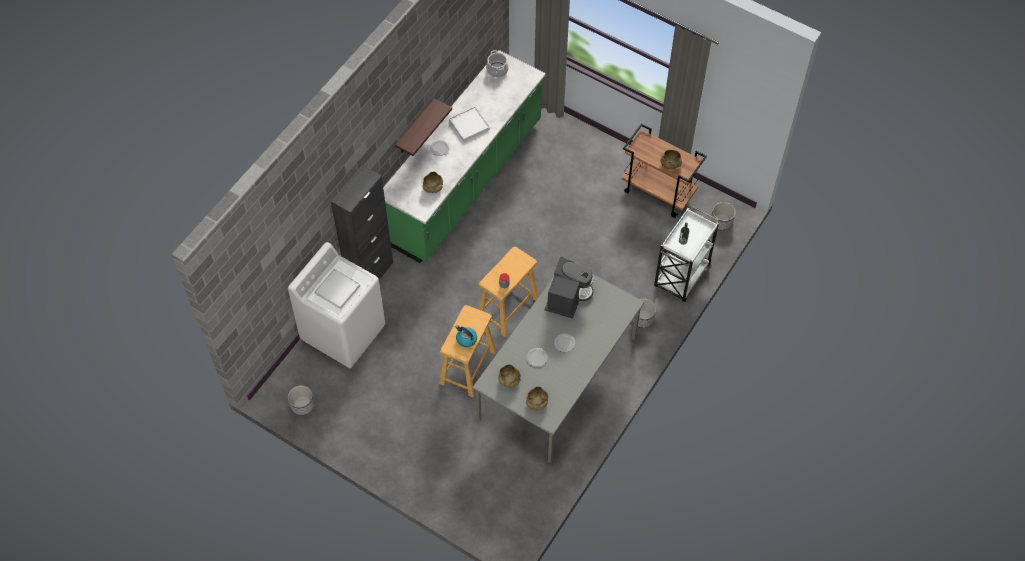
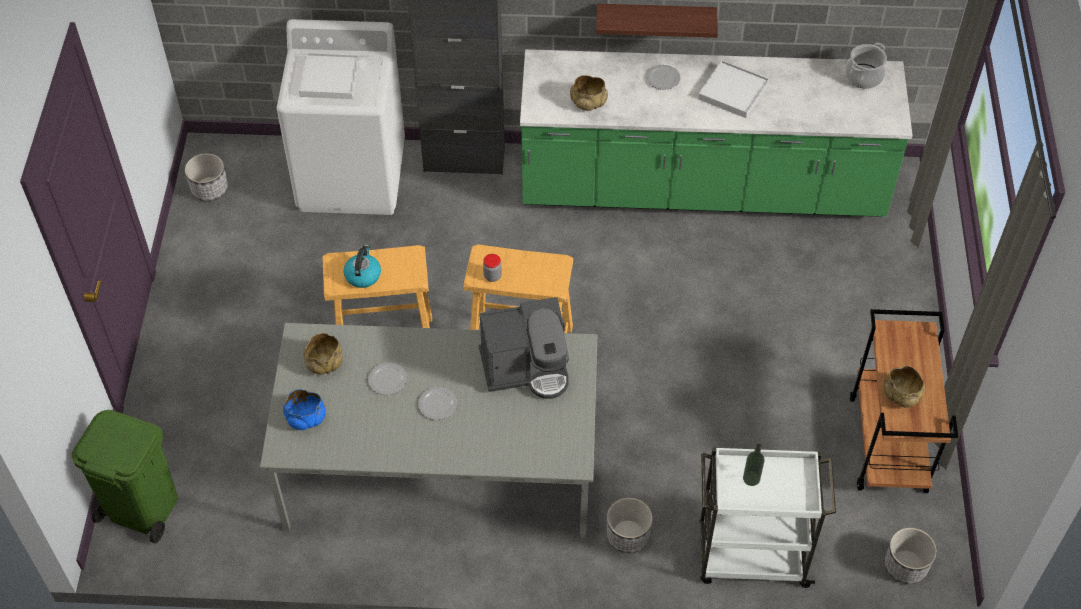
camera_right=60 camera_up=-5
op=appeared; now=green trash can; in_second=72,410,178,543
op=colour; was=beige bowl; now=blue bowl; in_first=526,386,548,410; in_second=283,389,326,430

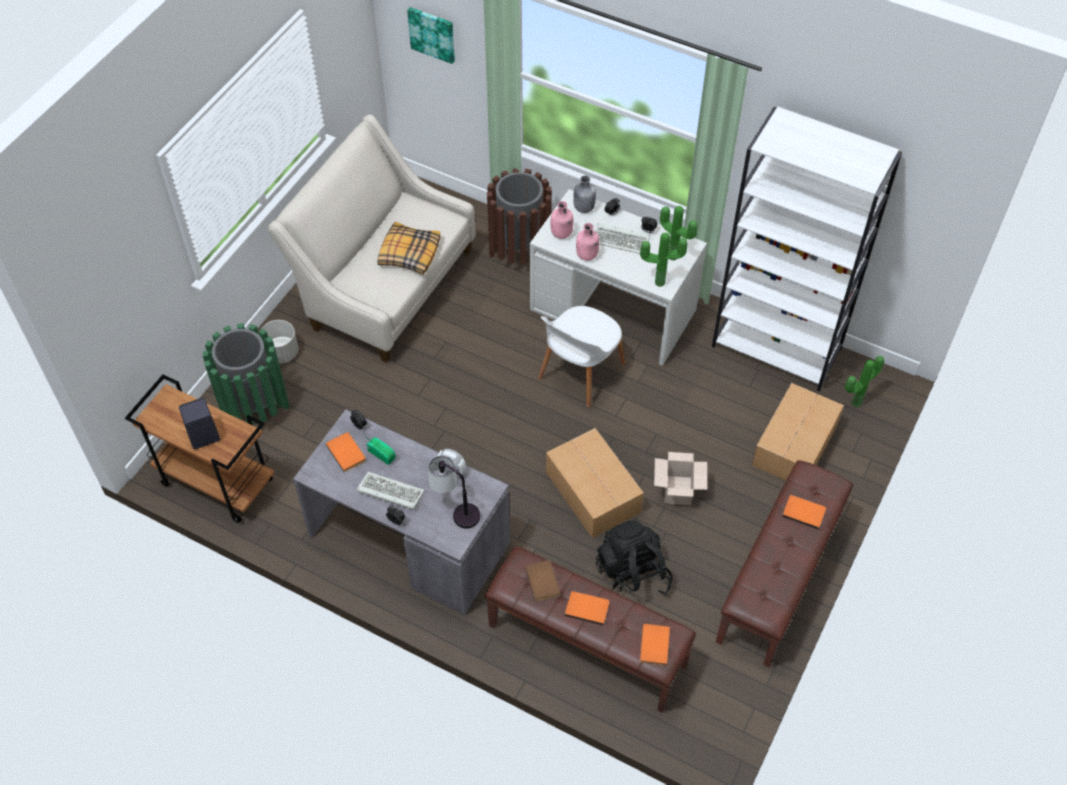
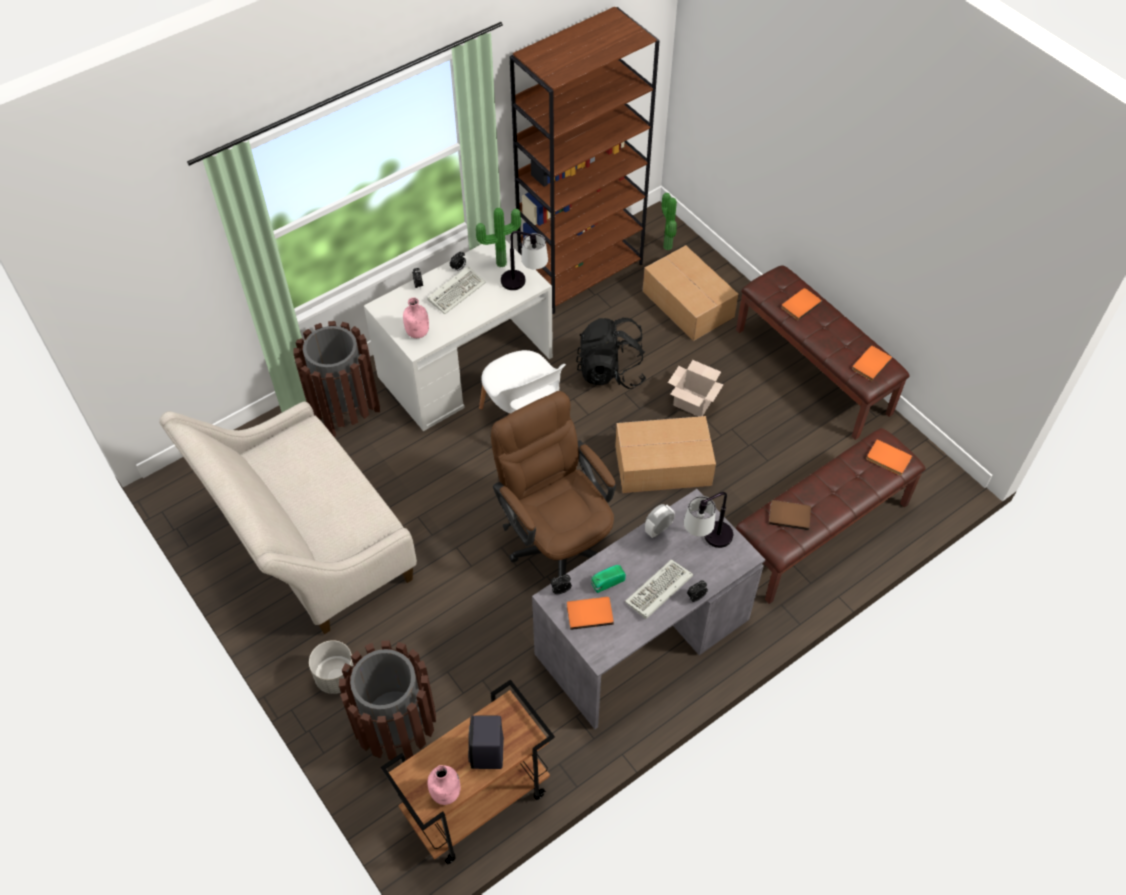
camera_right=-65 camera_up=0
op=missing; was=pillow; in_first=377,222,440,275
op=missing; was=picture; in_first=407,7,455,64
op=missing; was=grey bottle; in_first=573,175,596,213
op=appeared; now=brown office chair; in_second=491,391,616,577
op=relocated; was=orange book; in_first=565,591,609,625; in_second=852,346,892,381
op=relocated; was=pink bottle; in_first=576,223,599,261; in_second=427,765,460,805
op=relocated; was=black backpack; in_first=596,520,673,595; in_second=576,317,646,389
op=exchanged; was=potted plant; now=table lamp; in_first=640,232,688,287; in_second=501,231,548,290
op=colour; was=green trash can; now=brown trash can; in_first=203,323,289,425; in_second=339,641,436,760
op=colour; was=white bookcase; now=brown bookcase; in_first=712,107,902,391; in_second=510,7,660,314

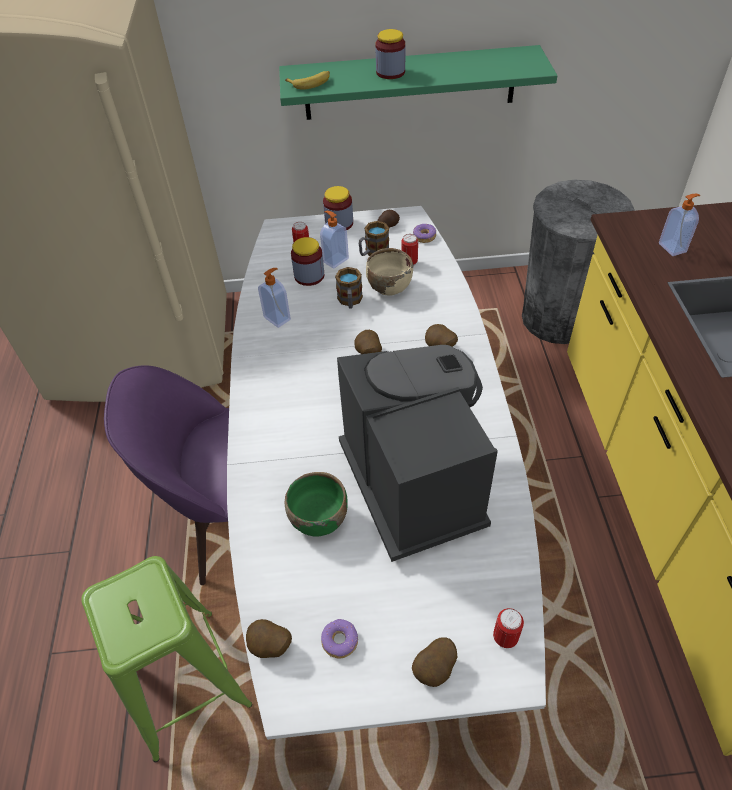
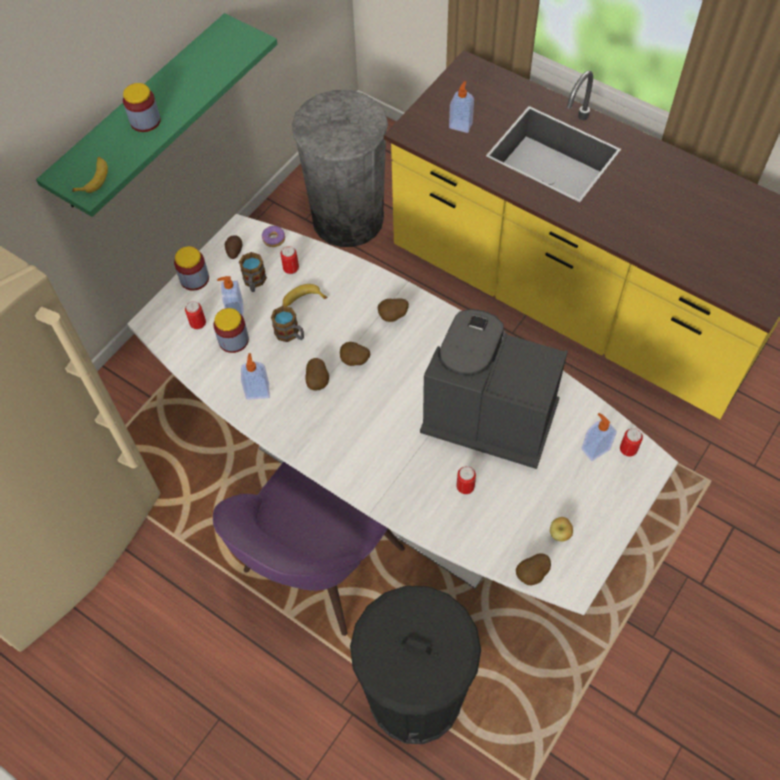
camera_right=-50 camera_up=10
op=appeared; now=soap dispenser; in_second=581,413,617,461
op=relocated; was=potato; in_first=412,637,457,687; in_second=305,358,329,391
op=exchanged; was=green stool; now=black trash can; in_first=81,556,252,762; in_second=350,586,481,744
op=exchanged; was=green bowl; now=can; in_first=285,472,347,537; in_second=457,466,476,494
op=exchanged; was=donut; now=apple; in_first=321,619,358,658; in_second=550,517,573,542
op=exchanged; was=beige bowl; now=banana; in_first=366,248,413,296; in_second=282,284,328,307

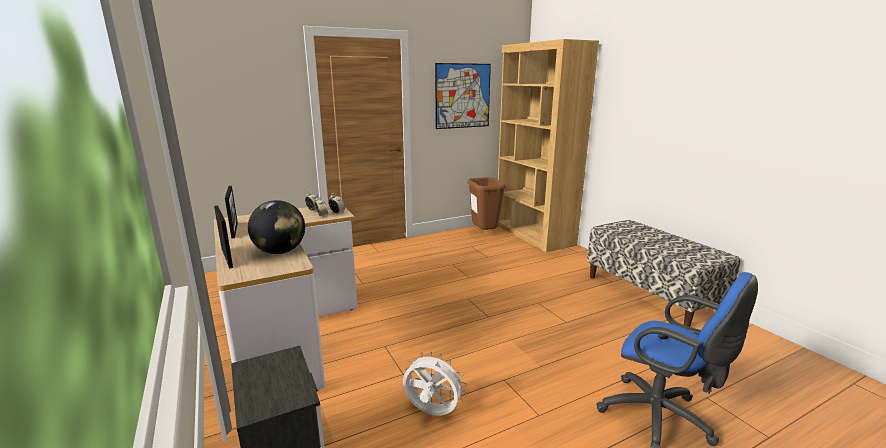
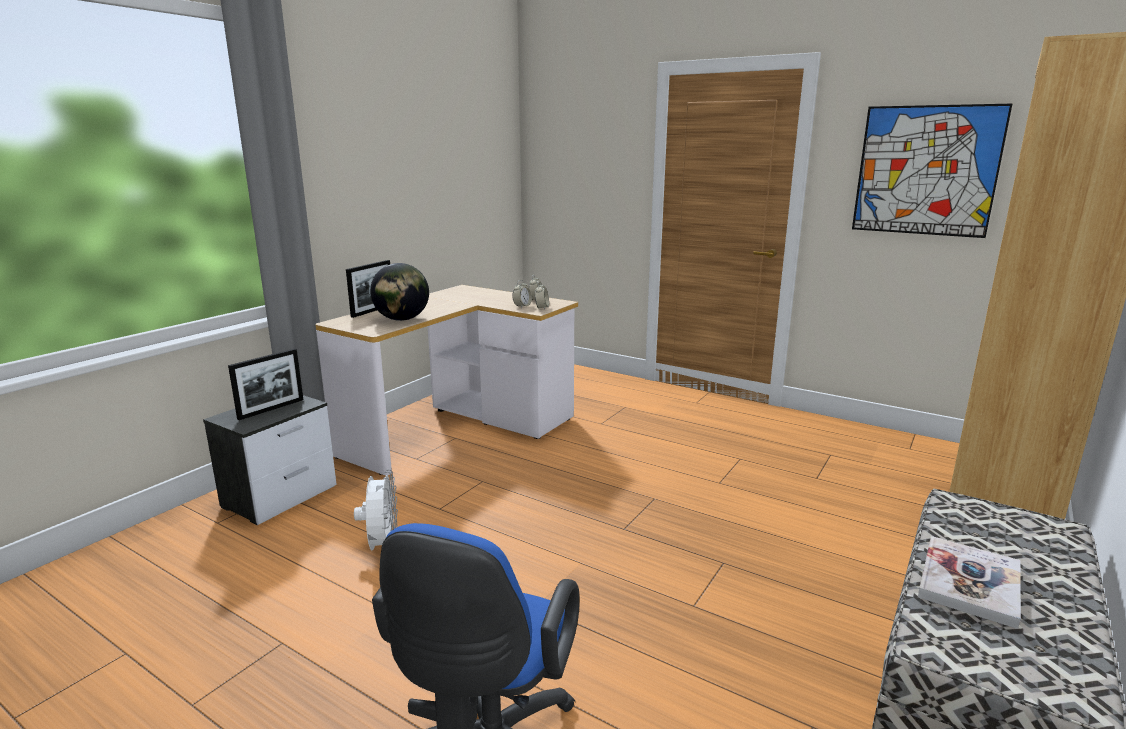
camera_right=60 camera_up=0
op=missing; was=brown trash can; in_first=467,177,506,230
op=appeared; now=book; in_second=918,536,1021,629
op=relocated; was=picture frame; in_first=225,186,238,239; in_second=228,349,303,420

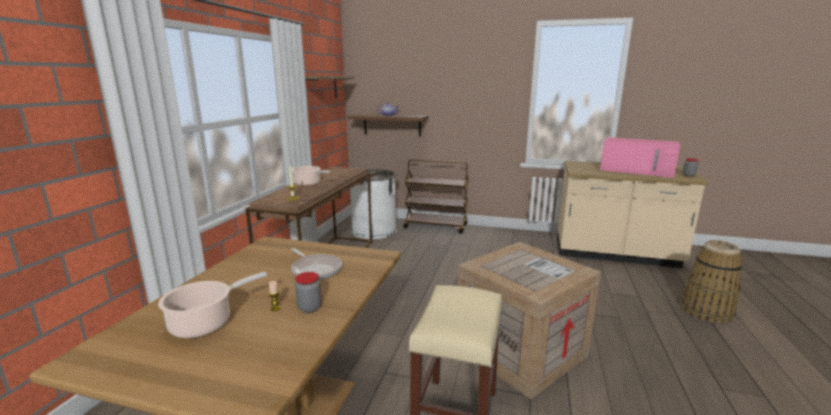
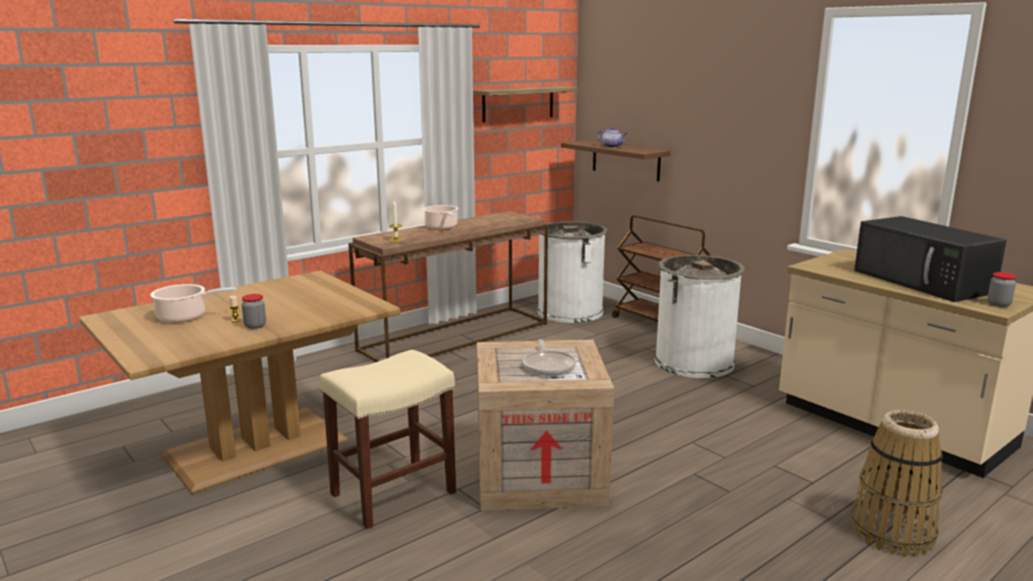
camera_right=35 camera_up=0
op=appeared; now=white trash can; in_second=655,255,745,378
op=relocated; was=frying pan; in_first=291,248,342,280; in_second=523,339,576,376
op=colour; was=pink microwave; now=black microwave; in_first=600,137,680,178; in_second=854,216,1007,302

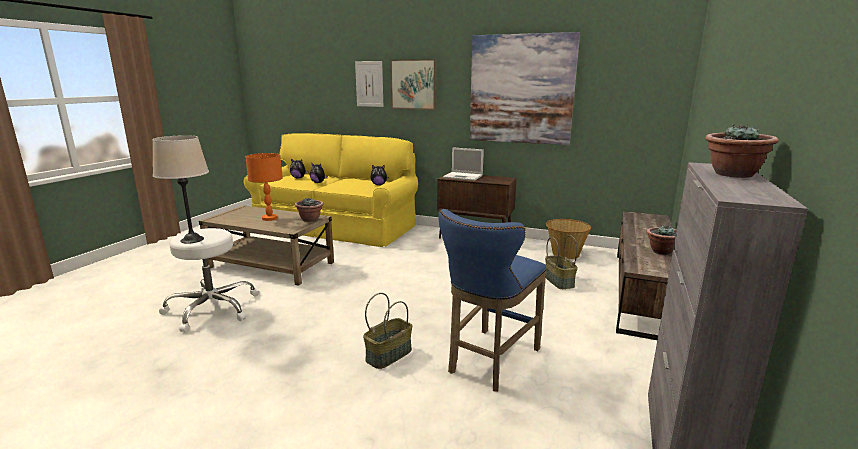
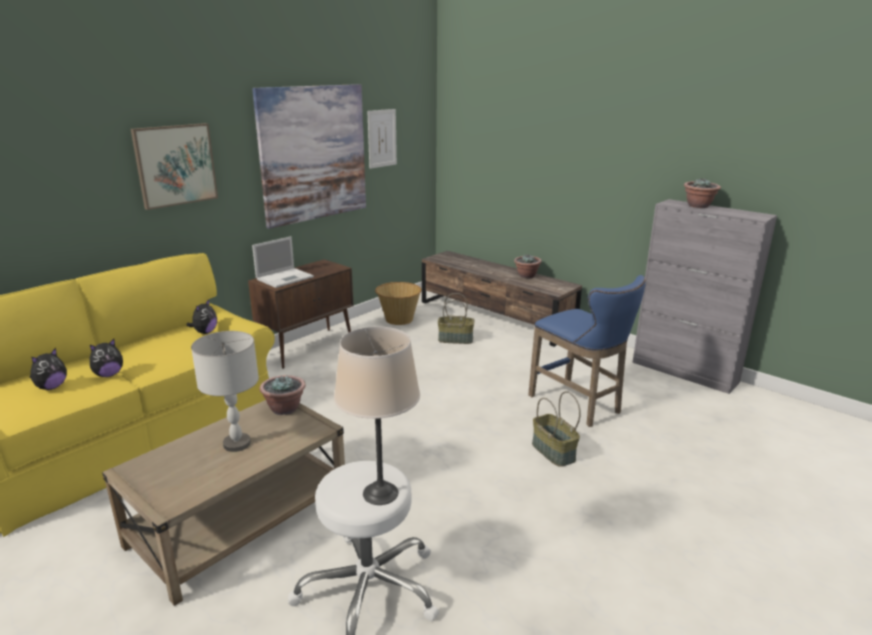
camera_right=-70 camera_up=5
op=relocated; was=picture; in_first=355,61,383,107; in_second=367,109,397,169
op=colour; was=orange table lamp; now=grey table lamp; in_first=245,153,283,221; in_second=191,331,259,452

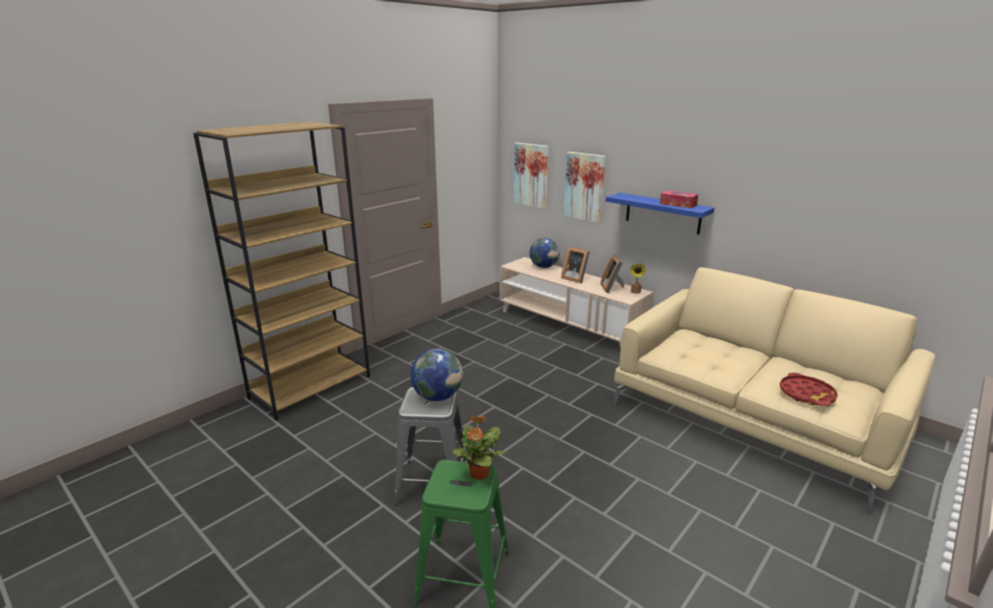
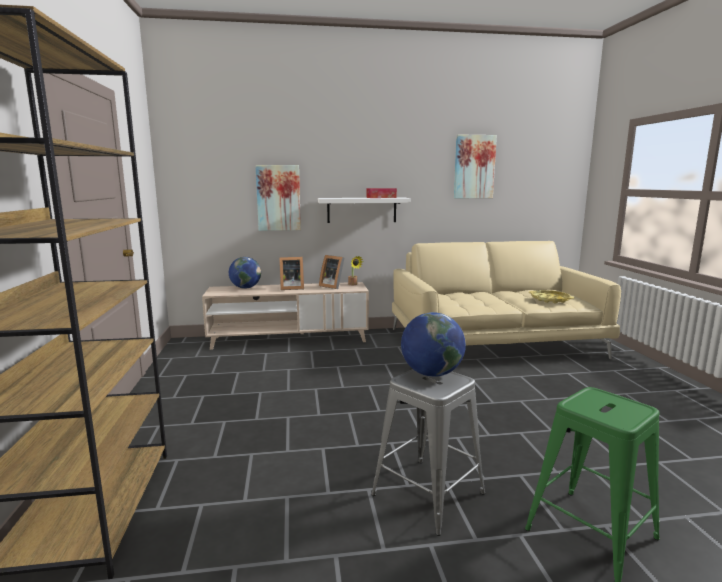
camera_right=-50 camera_up=-10
op=missing; was=potted plant; in_first=453,415,505,480
op=relocated; was=picture; in_first=514,142,549,209; in_second=454,134,497,198
op=colour; was=blue shelf; now=white shelf; in_first=606,193,714,235; in_second=318,198,411,223
op=colour; was=red tray; now=yellow tray; in_first=780,373,838,406; in_second=529,290,574,304

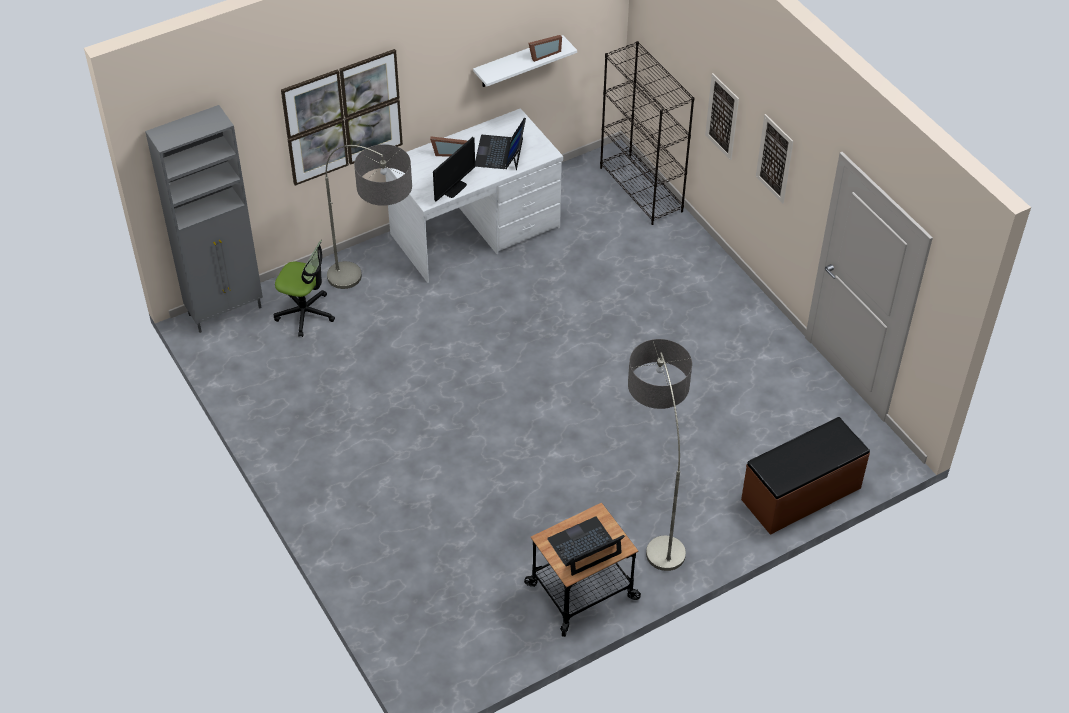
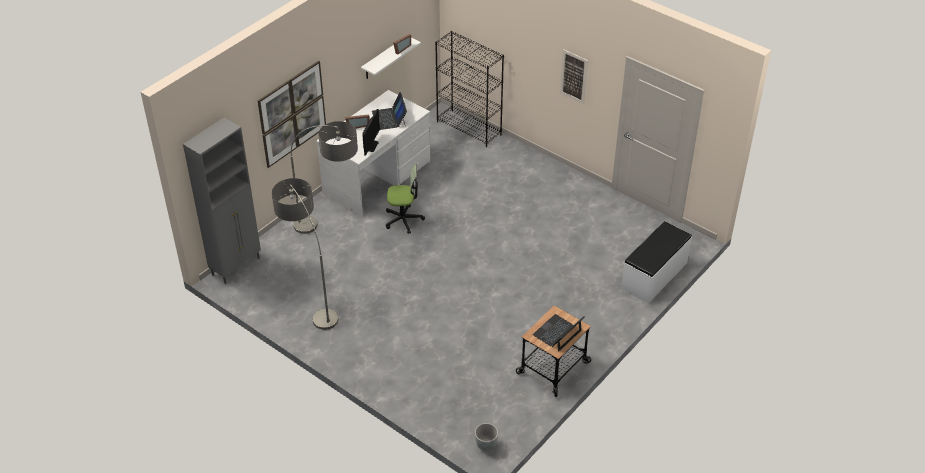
camera_right=-20 camera_up=-5
op=missing; was=picture; in_first=705,73,739,160
op=appeared; now=grey planter; in_second=475,423,498,451
op=relocated; was=office chair; in_first=274,240,335,337; in_second=386,164,425,234
op=relocated; was=floor lamp; in_first=628,339,692,571; in_second=272,178,338,330
op=colour; was=brown bench; now=white bench; in_first=741,417,870,535; in_second=621,221,692,304

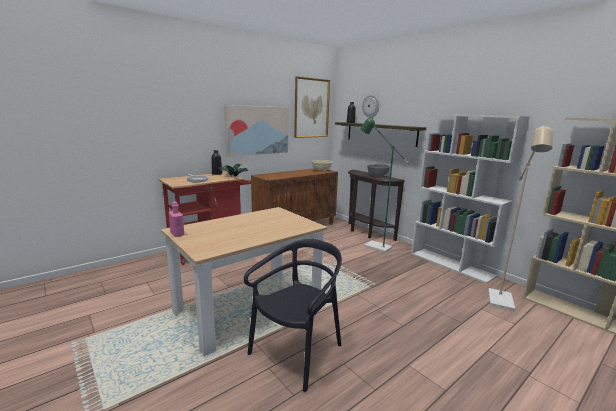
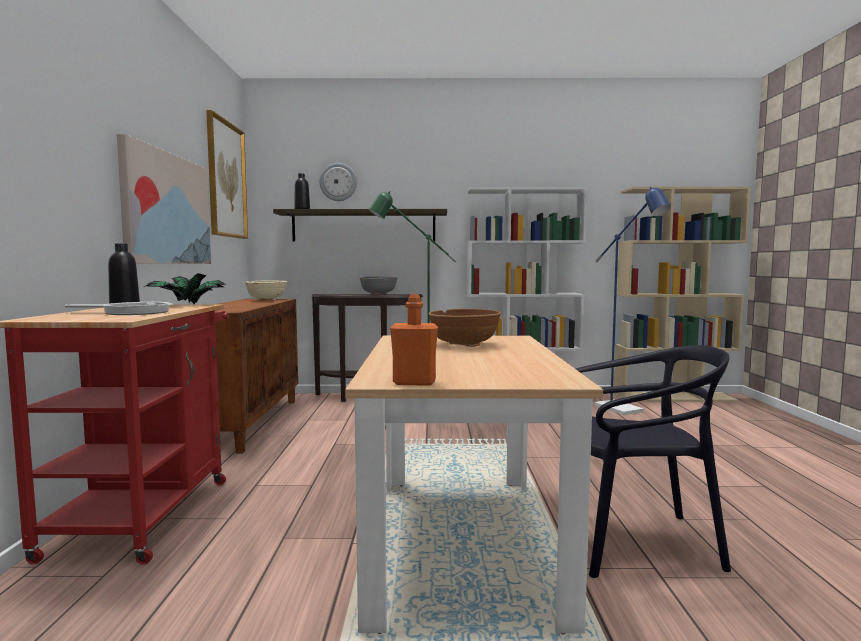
camera_right=-50 camera_up=-10
op=appeared; now=brown bowl; in_second=428,309,501,347
op=colour; was=pink bottle; now=orange bottle; in_first=169,201,184,237; in_second=390,294,438,386
op=colour; was=beige floor lamp; now=blue floor lamp; in_first=488,125,553,311; in_second=595,187,671,415
op=spun; was=black chair; in_first=244,239,342,392; in_second=576,345,731,578; clockwise=105

